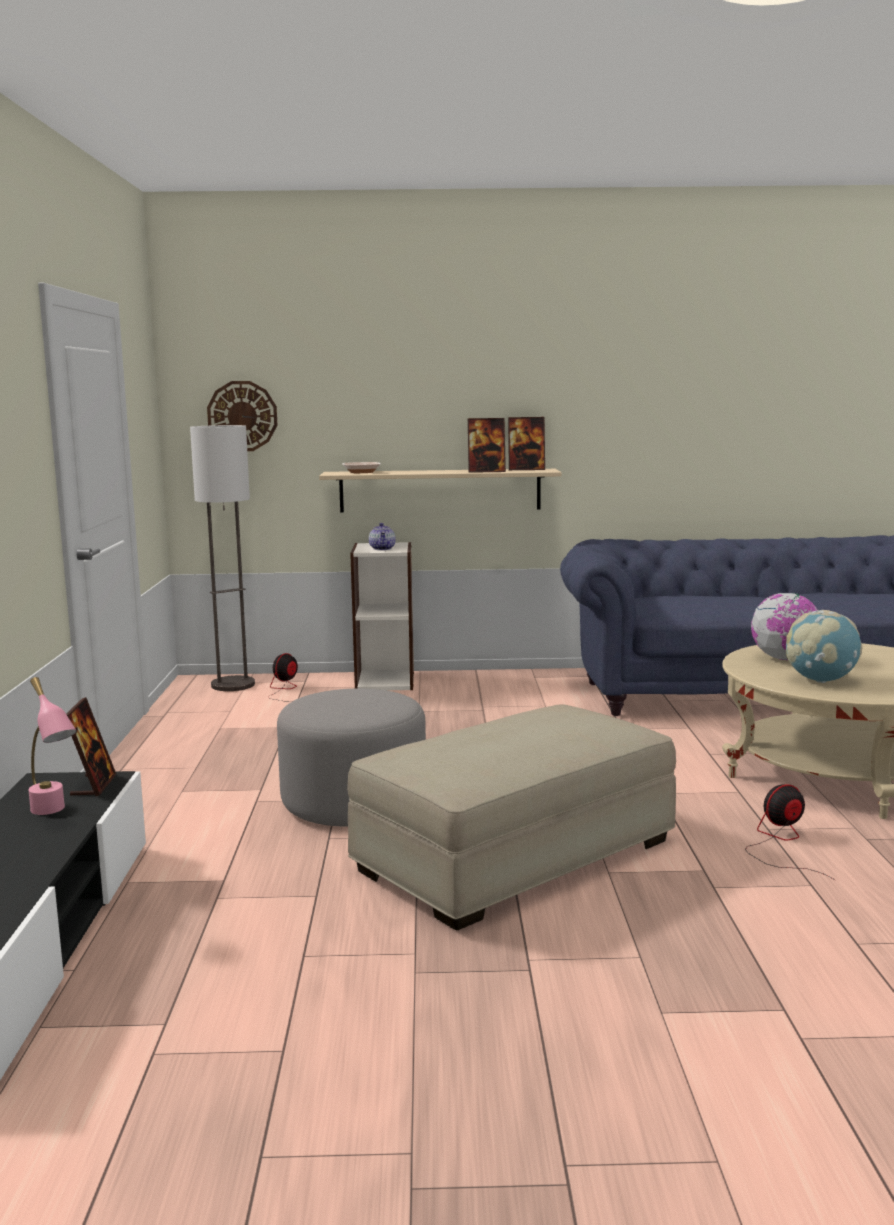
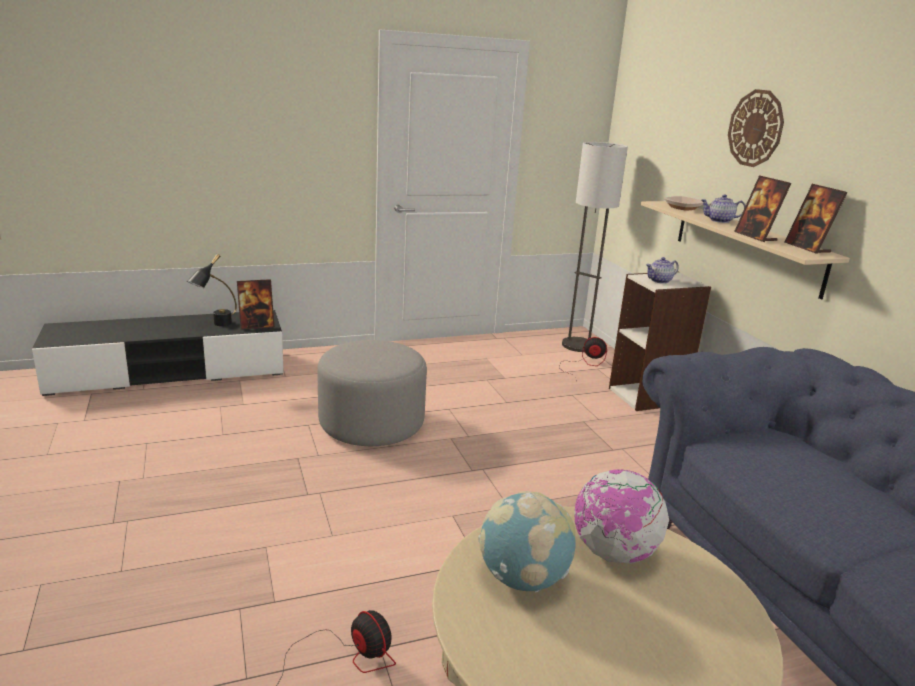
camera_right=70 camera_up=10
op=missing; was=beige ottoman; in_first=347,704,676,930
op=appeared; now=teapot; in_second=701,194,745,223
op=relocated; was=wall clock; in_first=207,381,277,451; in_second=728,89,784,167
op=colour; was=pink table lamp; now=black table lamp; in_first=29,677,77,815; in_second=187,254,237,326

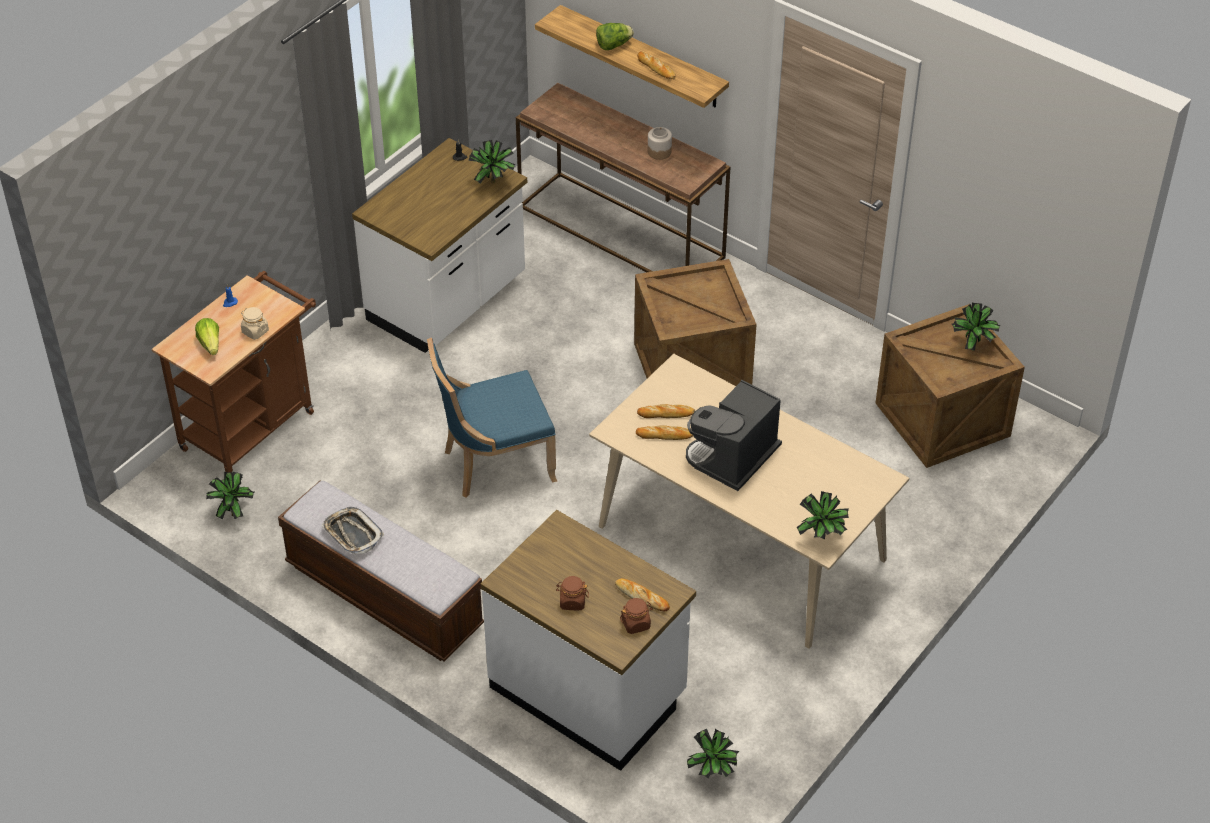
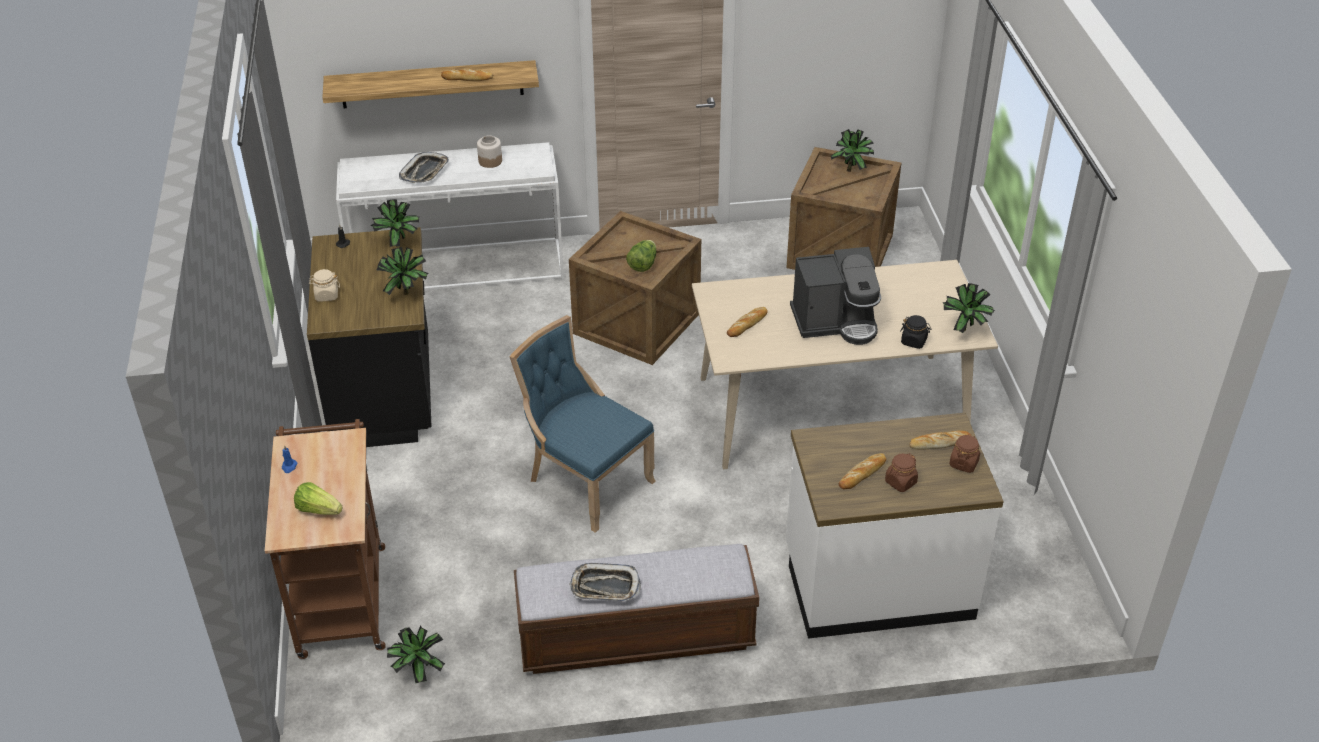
camera_right=-45 camera_up=-5
op=appeared; now=tray; in_second=399,152,449,183
op=appeared; now=black jar; in_second=901,315,931,349
op=relocated; was=beige jar; in_first=241,307,269,340; in_second=309,269,340,302
op=relocated; was=lettuce; in_first=596,23,634,50; in_second=626,240,657,272
op=relocated; was=bread; in_first=636,425,693,440; in_second=838,453,886,489
op=relocated; was=potted plant; in_first=687,729,739,779; in_second=377,247,429,295
op=colour; was=white counter; now=black counter; in_first=352,138,527,353; in_second=307,227,431,447
op=colour; was=brown console table; now=white console table; in_first=516,83,731,272; in_second=336,142,564,290
op=spun; was=blue chair; in_first=427,338,557,498; in_second=509,315,656,533; clockwise=105
op=spun; was=coffee machine; in_first=686,380,782,491; in_second=790,247,881,345; clockwise=-90

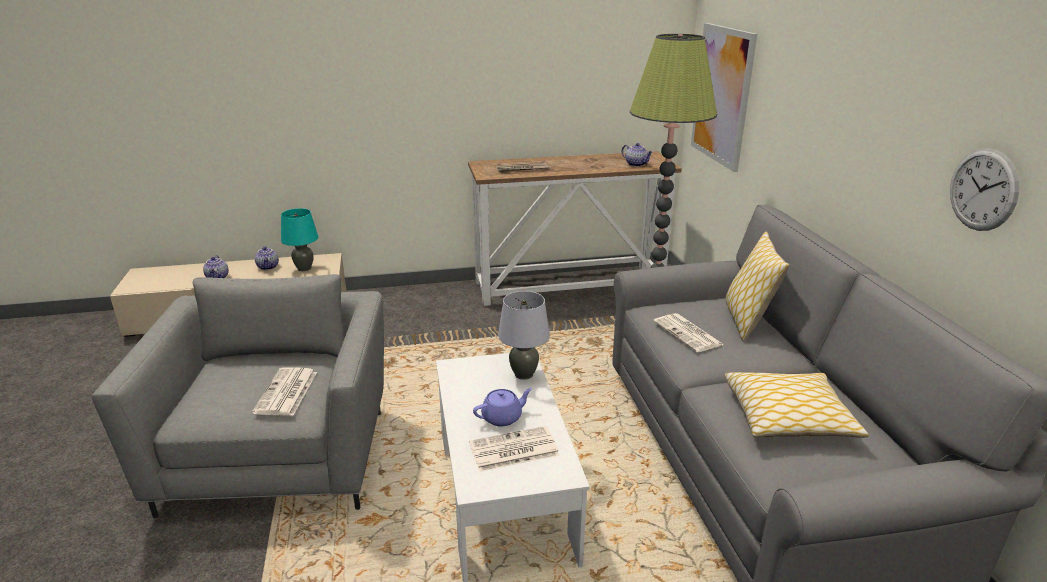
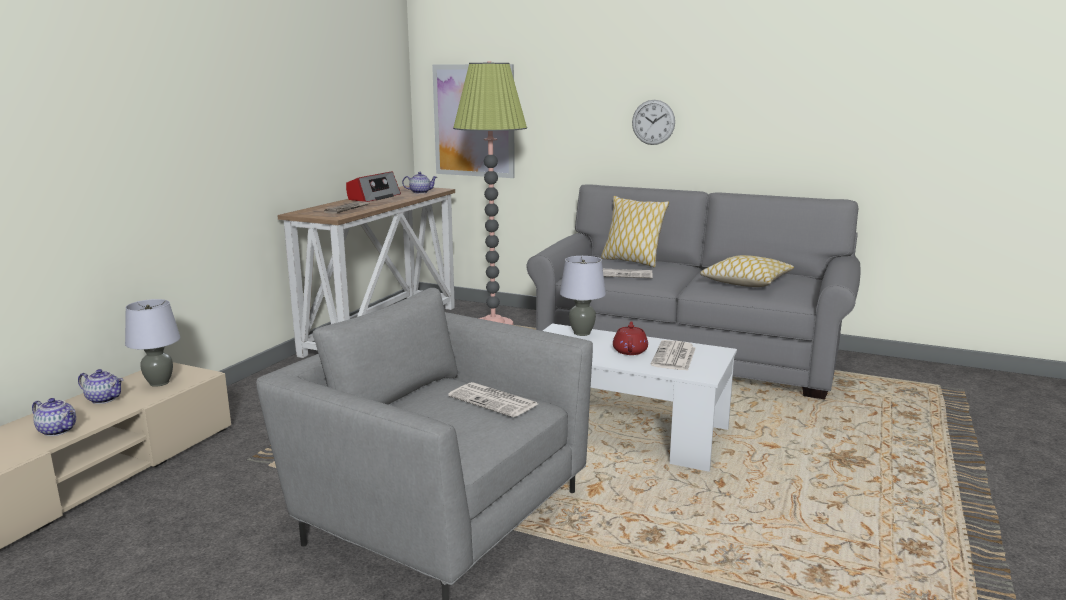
camera_right=-55 camera_up=-10
op=appeared; now=radio; in_second=346,171,401,202
op=relocated; was=wall clock; in_first=950,148,1019,231; in_second=632,100,675,145
op=colour; was=turquoise table lamp; now=grey table lamp; in_first=281,208,318,271; in_second=125,299,180,387
op=colour; was=purple teapot; now=red teapot; in_first=473,388,533,426; in_second=613,321,648,355

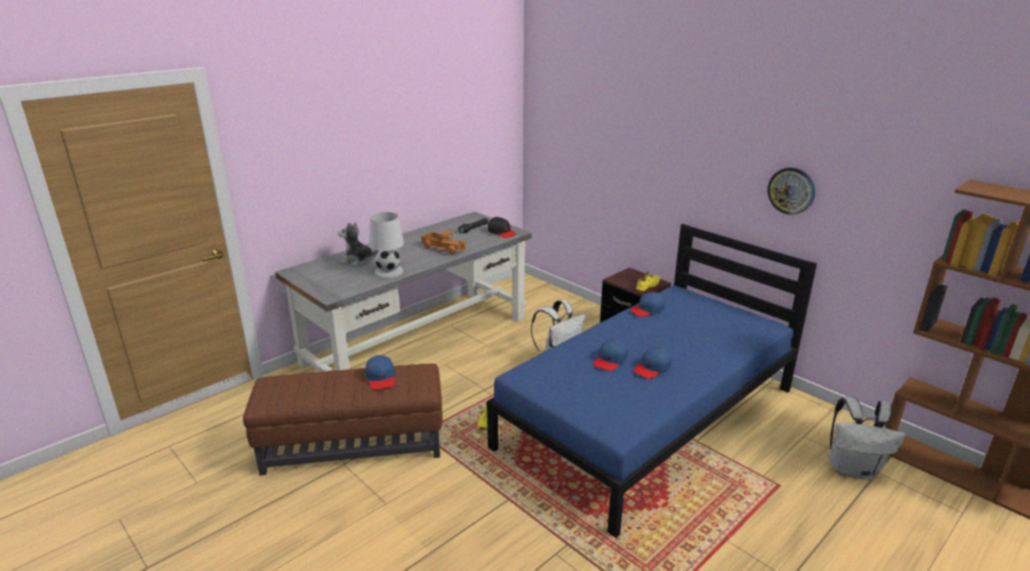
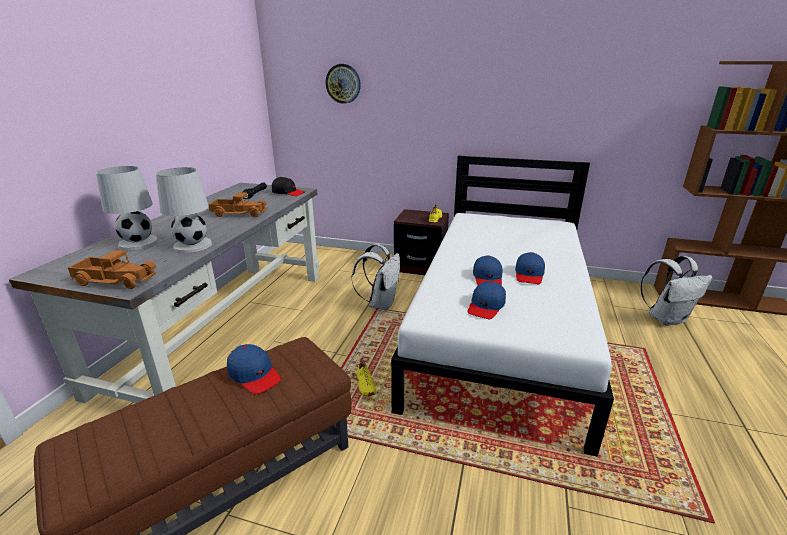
camera_right=-30 camera_up=0
op=appeared; now=toy truck; in_second=68,250,156,289
op=relocated; was=blue cap; in_first=630,292,665,317; in_second=468,281,506,319
op=relocated; was=wall clock; in_first=767,167,815,215; in_second=326,64,361,104
op=exchanged; was=plush toy; now=white table lamp; in_first=338,222,378,266; in_second=96,166,158,250
op=colour; was=blue bed; now=white bed; in_first=487,224,817,538; in_second=391,156,614,457

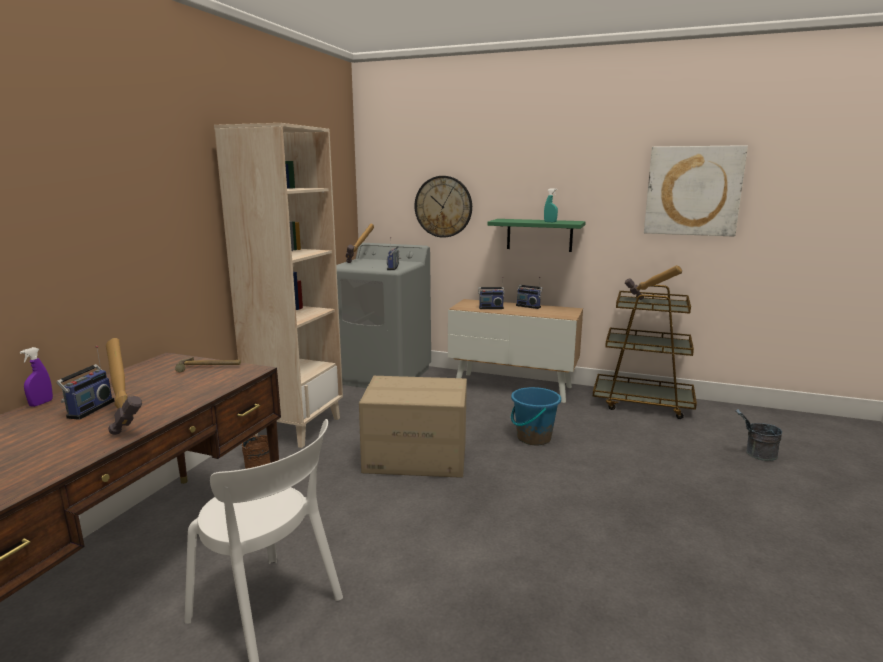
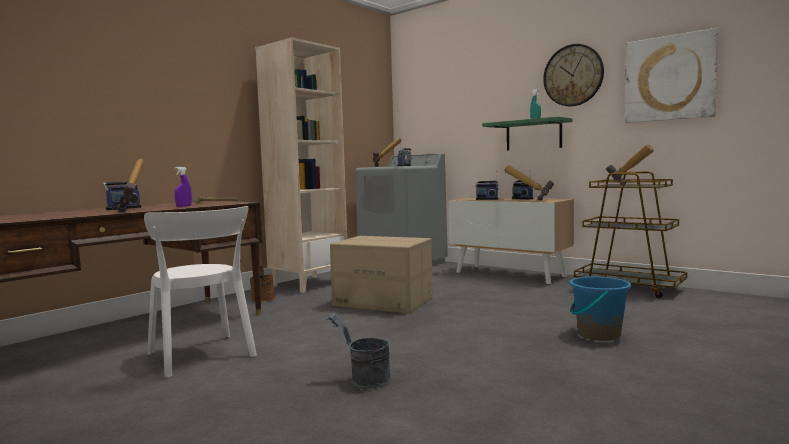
camera_right=20 camera_up=-10
op=appeared; now=hammer; in_second=504,165,554,201
op=relocated; was=purple spray bottle; in_first=20,347,53,407; in_second=175,167,192,207
op=relocated; was=wall clock; in_first=414,176,472,238; in_second=543,44,604,106
op=relocated; was=blue bucket; in_first=511,387,561,445; in_second=569,277,632,341
op=relocated; was=grey bucket; in_first=735,409,782,461; in_second=326,313,391,389

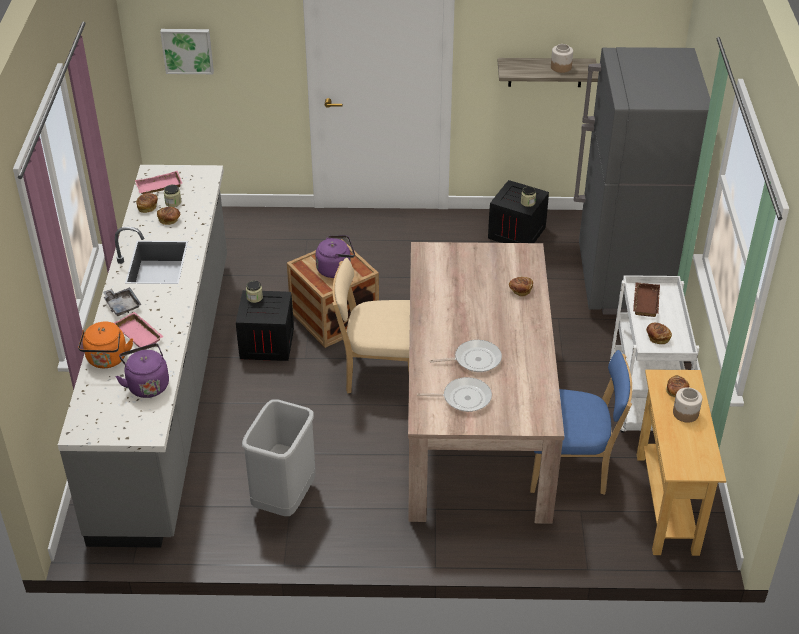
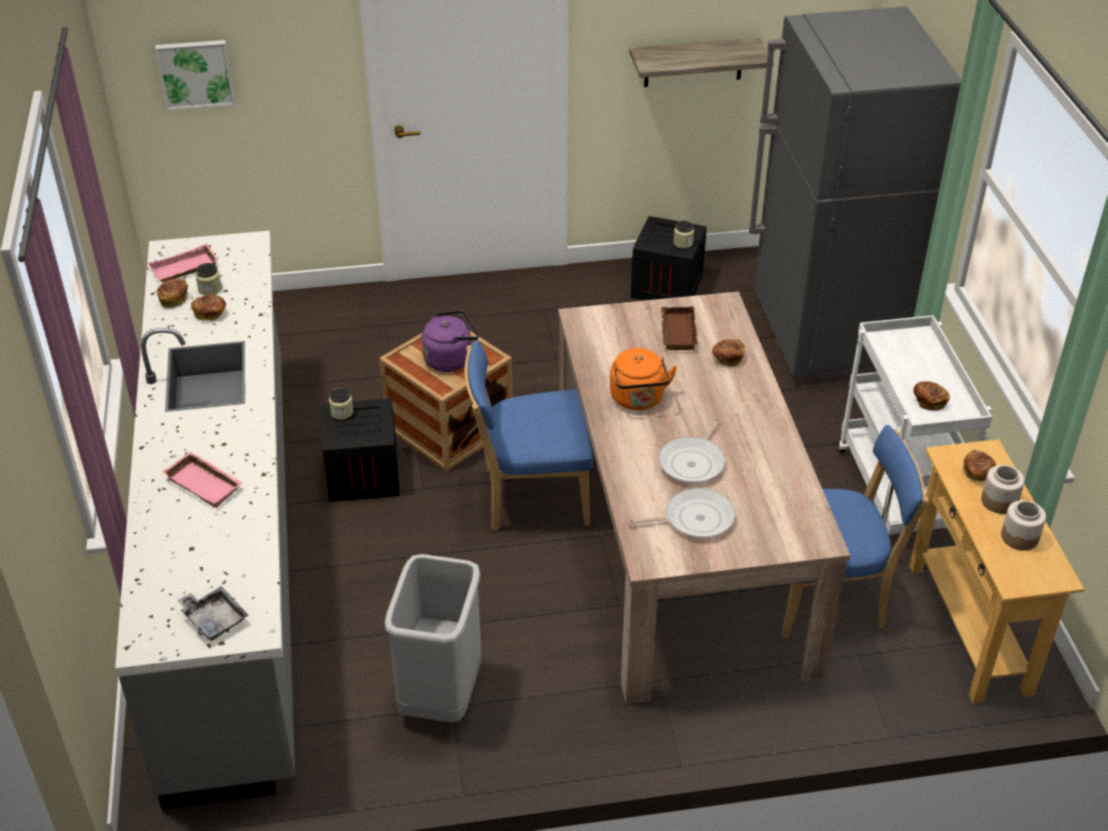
camera_right=-10 camera_up=0
op=missing; was=purple kettle; in_first=116,343,169,398
op=relocated; was=orange kettle; in_first=78,322,133,368; in_second=610,348,677,410
op=relocated; was=grey tray; in_first=103,287,142,316; in_second=177,586,249,641
op=relocated; was=jar; in_first=551,44,573,73; in_second=1001,500,1046,551
op=relocated; was=brown tray; in_first=633,282,660,317; in_second=661,306,698,350
op=colour; was=beige chair; now=blue chair; in_first=332,258,410,393; in_second=465,340,593,531
op=spun; was=frying pan; in_first=430,340,502,372; in_second=659,418,725,483; clockwise=135

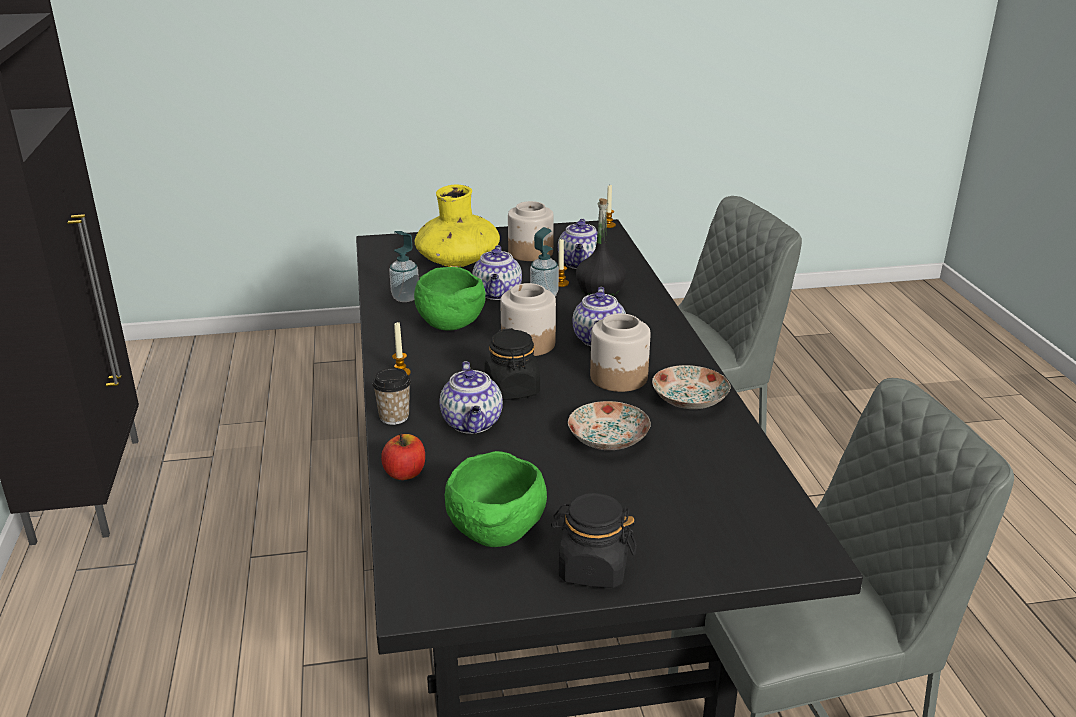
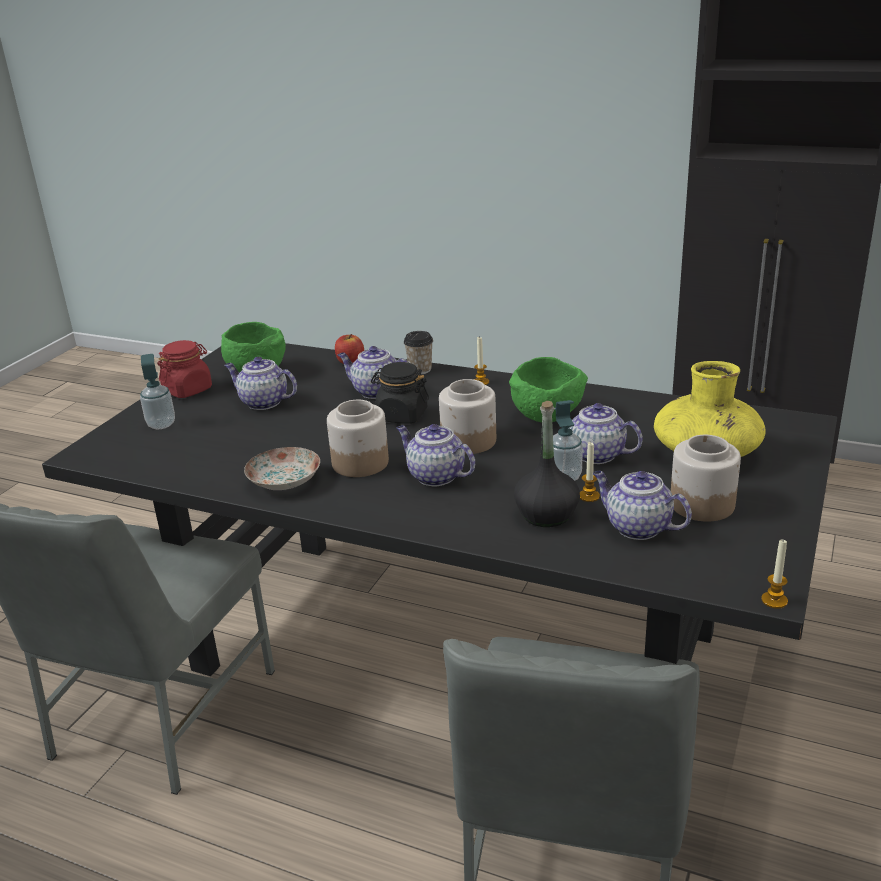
camera_right=125 camera_up=0
op=missing; was=plate; in_first=568,401,651,450
op=appeared; now=teapot; in_second=224,357,297,410
op=relocated; was=soap dispenser; in_first=389,231,419,302; in_second=140,354,175,429
op=colour; was=black jar; now=red jar; in_first=551,493,637,588; in_second=157,340,212,398

